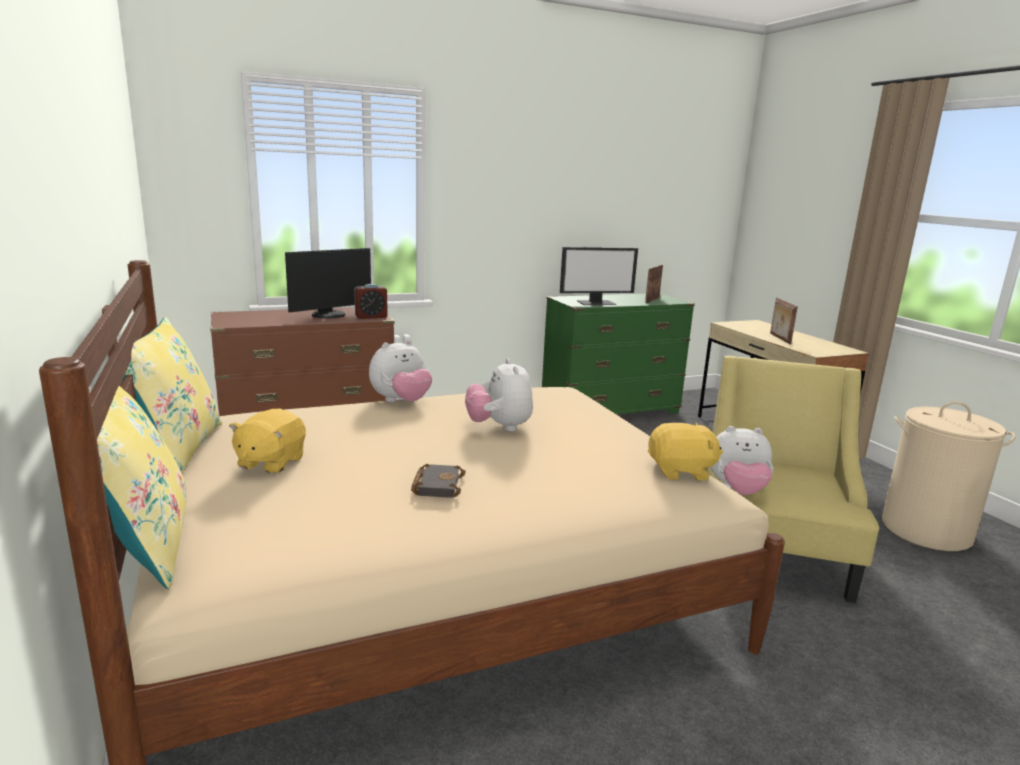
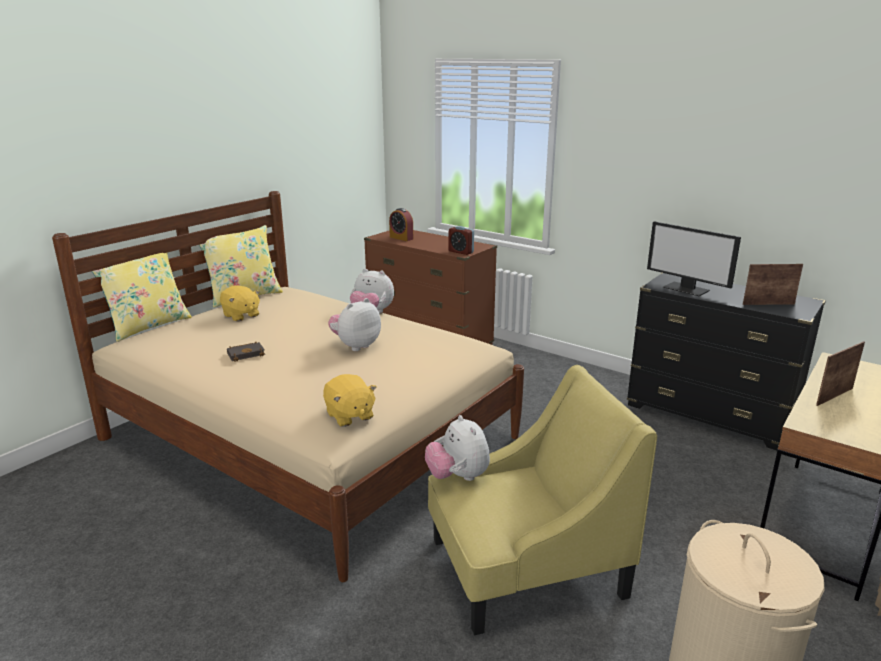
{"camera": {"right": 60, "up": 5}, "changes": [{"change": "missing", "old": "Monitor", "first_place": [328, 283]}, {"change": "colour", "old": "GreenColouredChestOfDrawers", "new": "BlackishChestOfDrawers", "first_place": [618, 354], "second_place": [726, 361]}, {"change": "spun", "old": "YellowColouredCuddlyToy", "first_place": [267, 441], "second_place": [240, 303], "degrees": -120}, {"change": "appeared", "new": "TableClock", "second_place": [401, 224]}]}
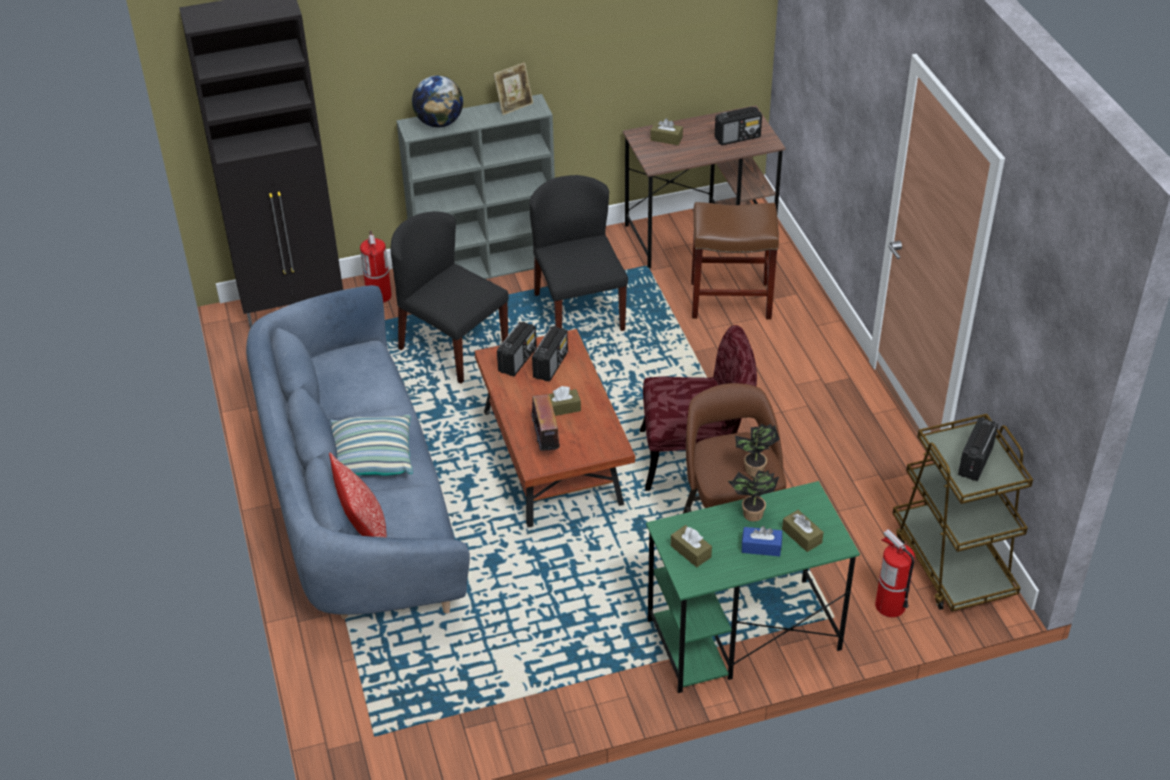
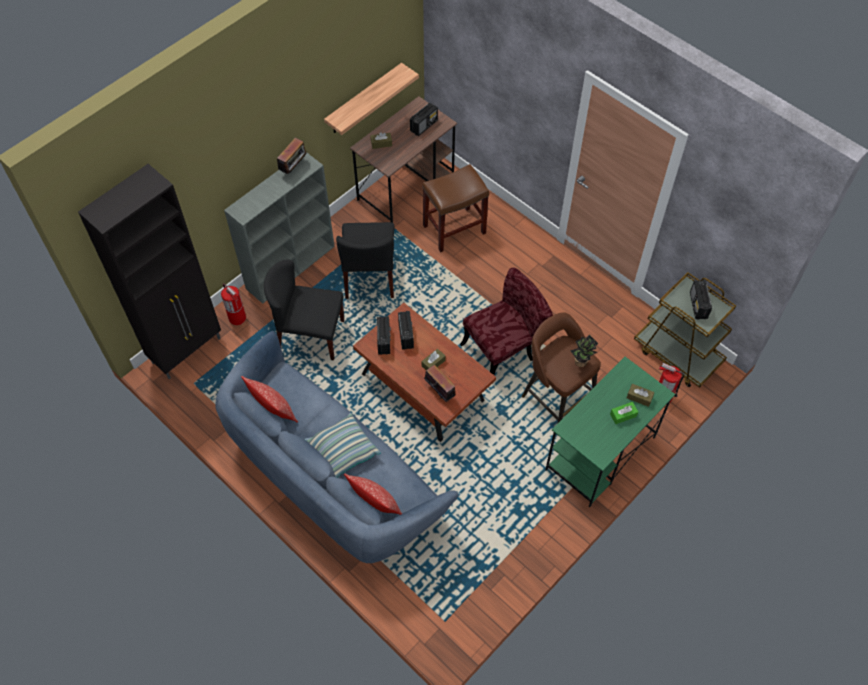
{"camera": {"right": -30, "up": 15}, "changes": [{"change": "exchanged", "old": "PhotoFrame", "new": "RadioSet", "first_place": [513, 88], "second_place": [291, 156]}, {"change": "missing", "old": "DeskGlobe", "first_place": [437, 101]}, {"change": "spun", "old": "BlackishChair", "first_place": [578, 253], "second_place": [365, 260], "degrees": -135}, {"change": "missing", "old": "PlantInAPot", "first_place": [753, 496]}, {"change": "missing", "old": "BrownTissueHolder", "first_place": [691, 546]}, {"change": "colour", "old": "BluishTissueHolder", "new": "GreenColouredTissueHolder", "first_place": [762, 541], "second_place": [624, 413]}, {"change": "appeared", "new": "BracketShelf", "second_place": [371, 99]}, {"change": "appeared", "new": "ThrowPillow", "second_place": [269, 399]}]}
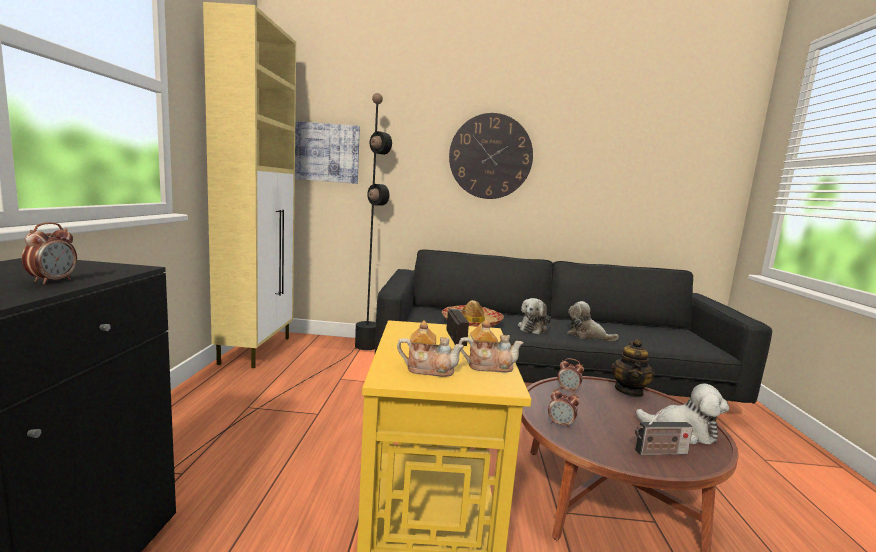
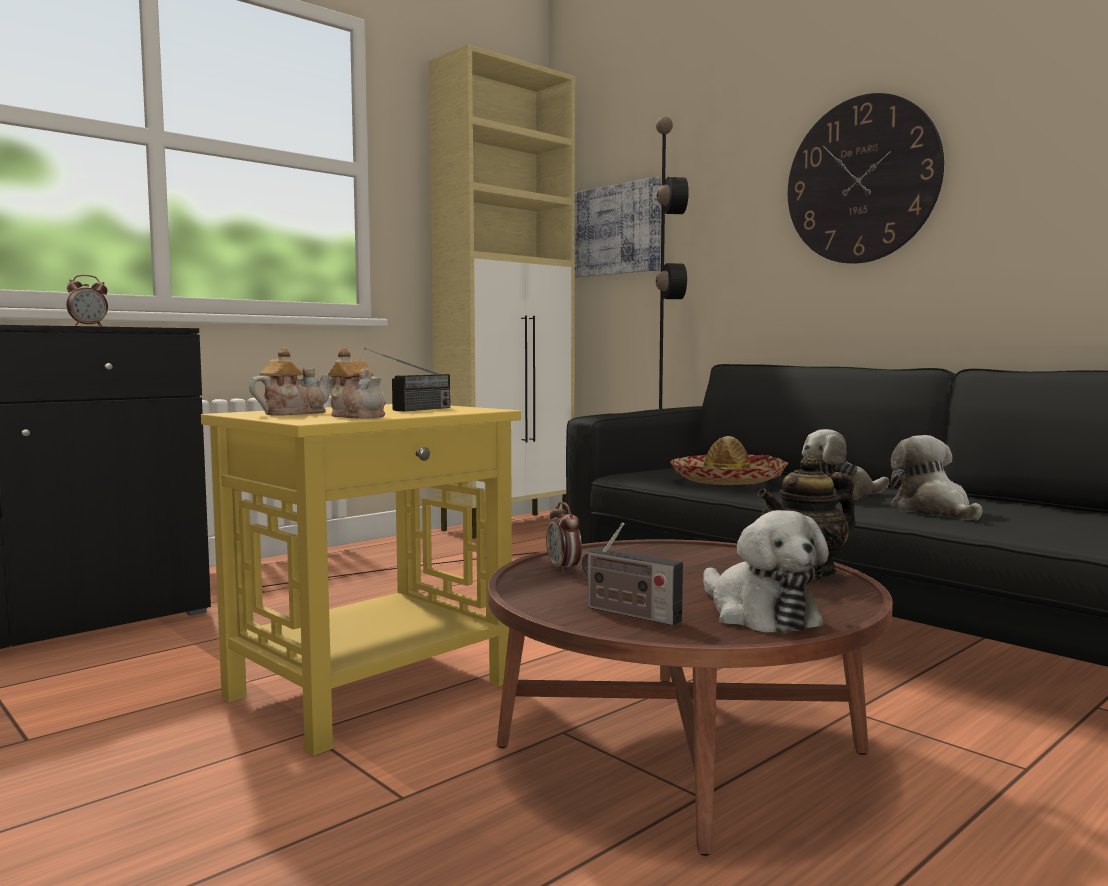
{"camera": {"right": 45, "up": -5}, "changes": [{"change": "spun", "old": "TeaPot", "first_place": [430, 348], "second_place": [289, 382], "degrees": -90}, {"change": "missing", "old": "TableClock", "first_place": [571, 375]}]}
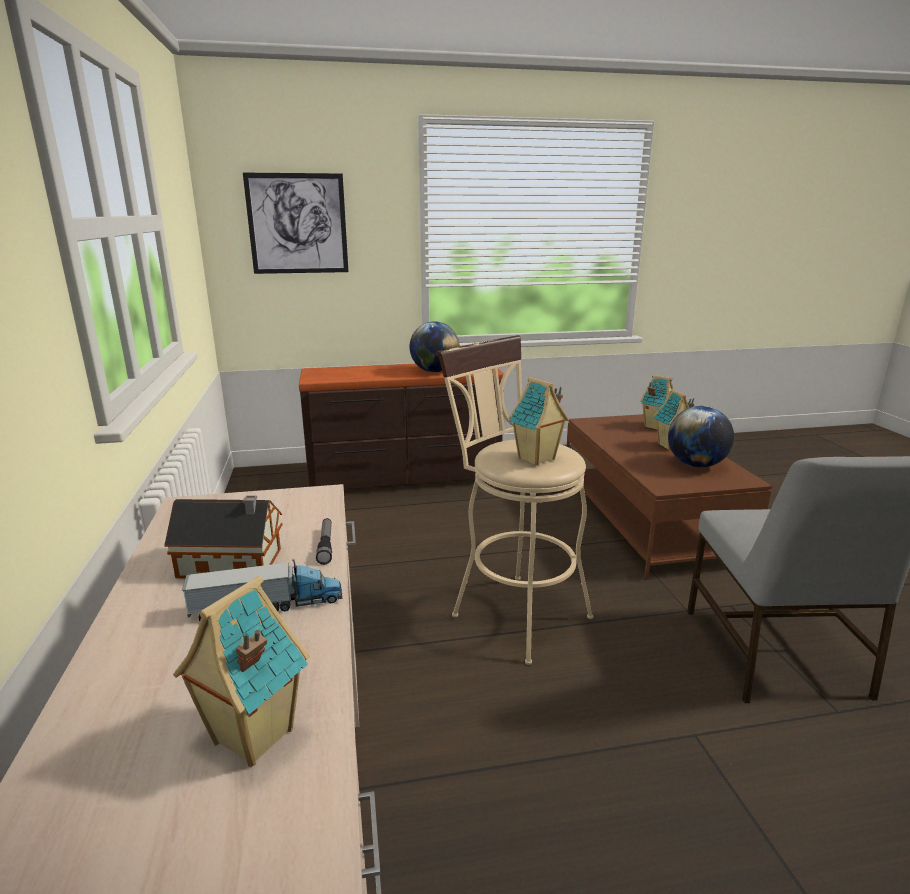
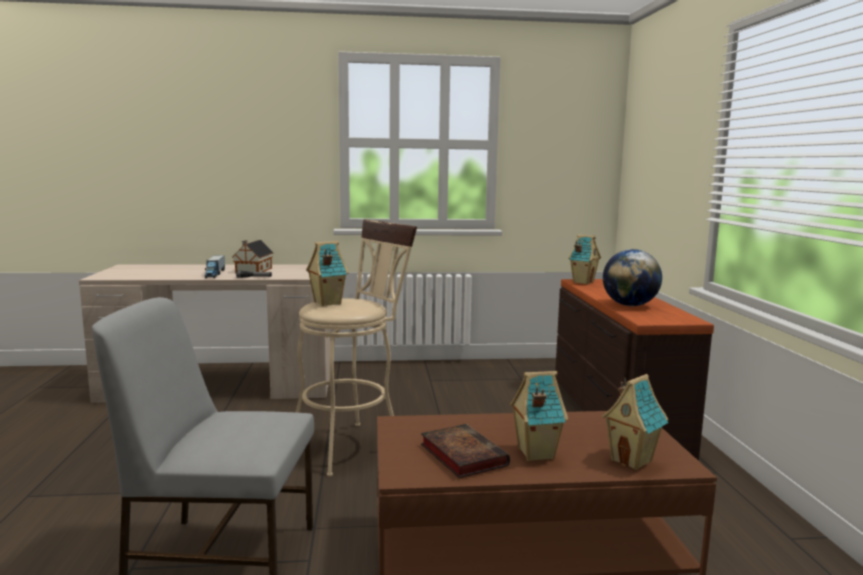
{"camera": {"right": 95, "up": -10}, "changes": [{"change": "missing", "old": "WallArt", "first_place": [296, 223]}, {"change": "exchanged", "old": "DeskGlobe", "new": "Volume", "first_place": [701, 437], "second_place": [465, 451]}, {"change": "relocated", "old": "ToyHouse", "first_place": [241, 671], "second_place": [584, 259]}]}
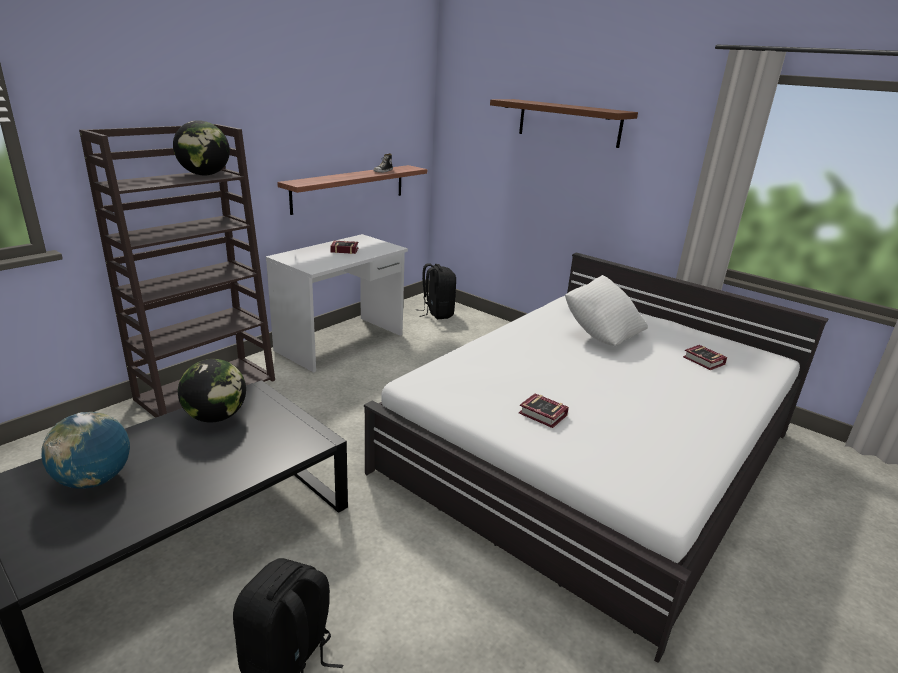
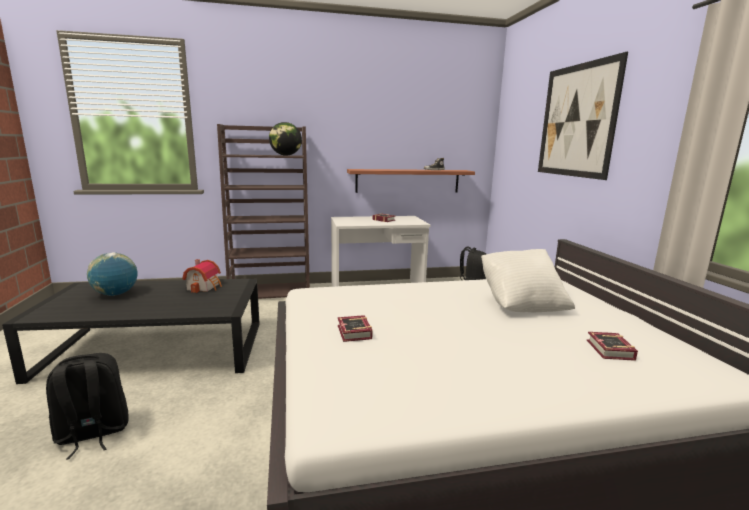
{"camera": {"right": 40, "up": -10}, "changes": [{"change": "exchanged", "old": "BrownBracketShelf", "new": "WallArt", "first_place": [564, 123], "second_place": [583, 116]}, {"change": "exchanged", "old": "DeskGlobe", "new": "ToyHouse", "first_place": [212, 391], "second_place": [202, 276]}]}
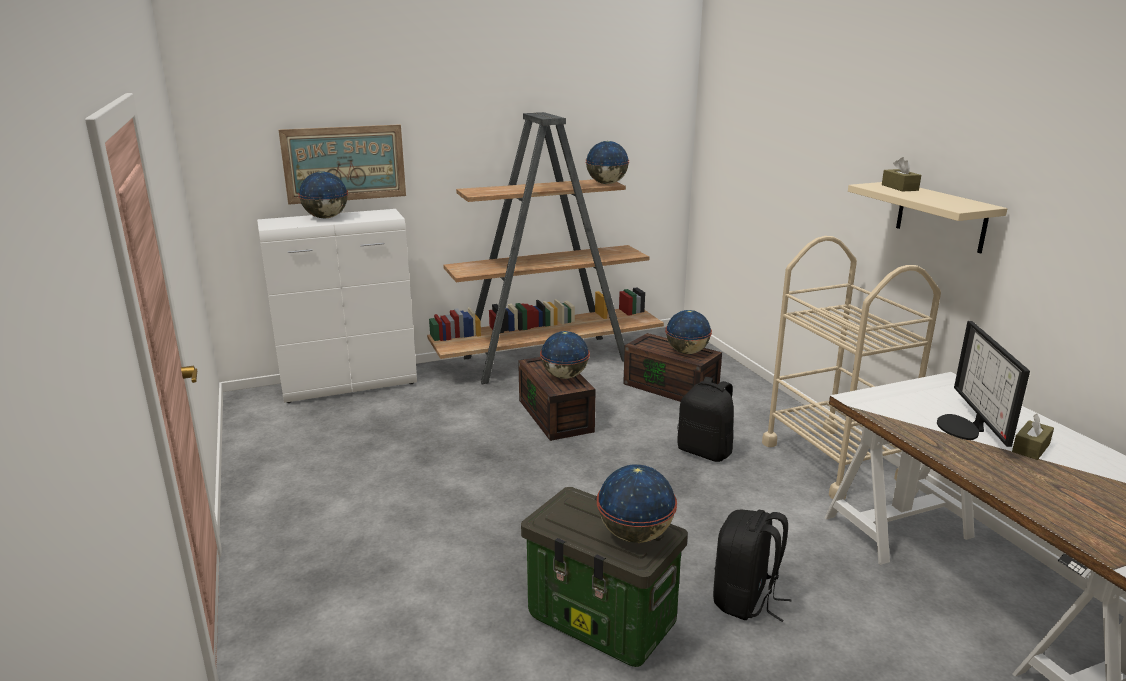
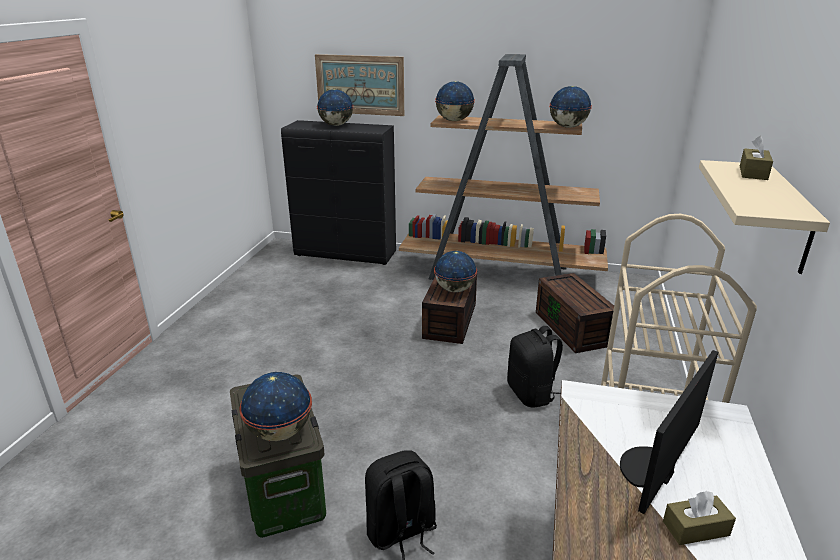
{"camera": {"right": 35, "up": 5}, "changes": [{"change": "colour", "old": "WhiteColouredStorageCabinet", "new": "BlackishStorageCabinet", "first_place": [337, 306], "second_place": [338, 192]}, {"change": "relocated", "old": "DeskGlobe", "first_place": [688, 332], "second_place": [455, 101]}]}
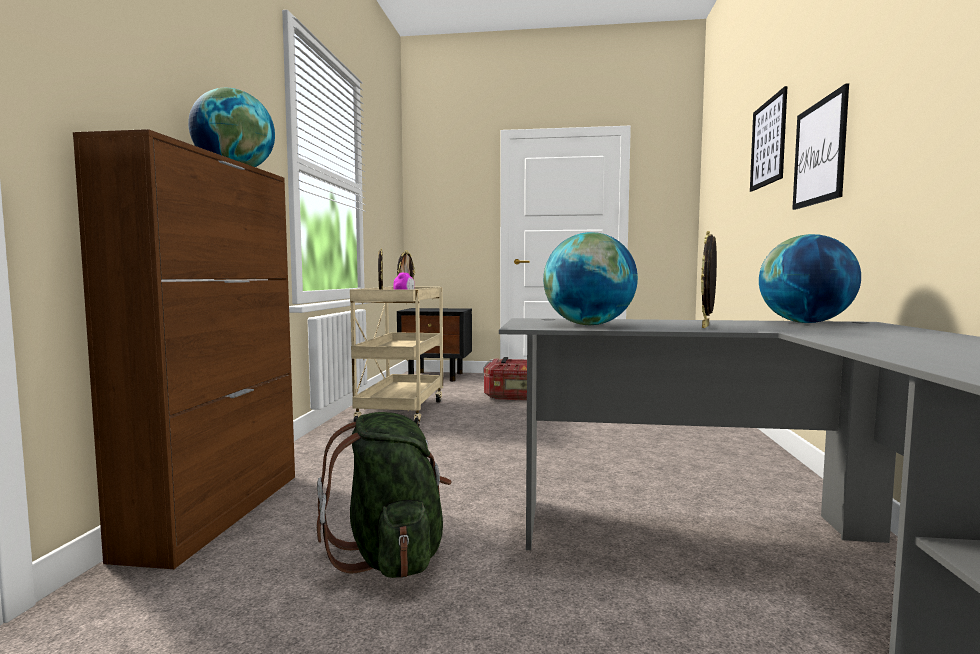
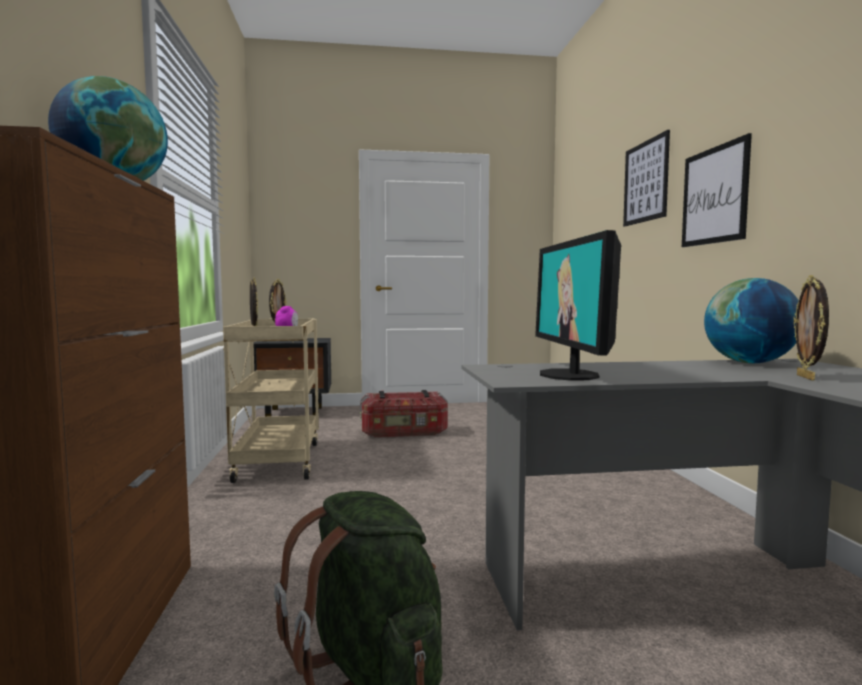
{"camera": {"right": -15, "up": 0}, "changes": [{"change": "relocated", "old": "PhotoFrame", "first_place": [709, 279], "second_place": [811, 328]}, {"change": "exchanged", "old": "DeskGlobe", "new": "Monitor", "first_place": [590, 278], "second_place": [578, 305]}]}
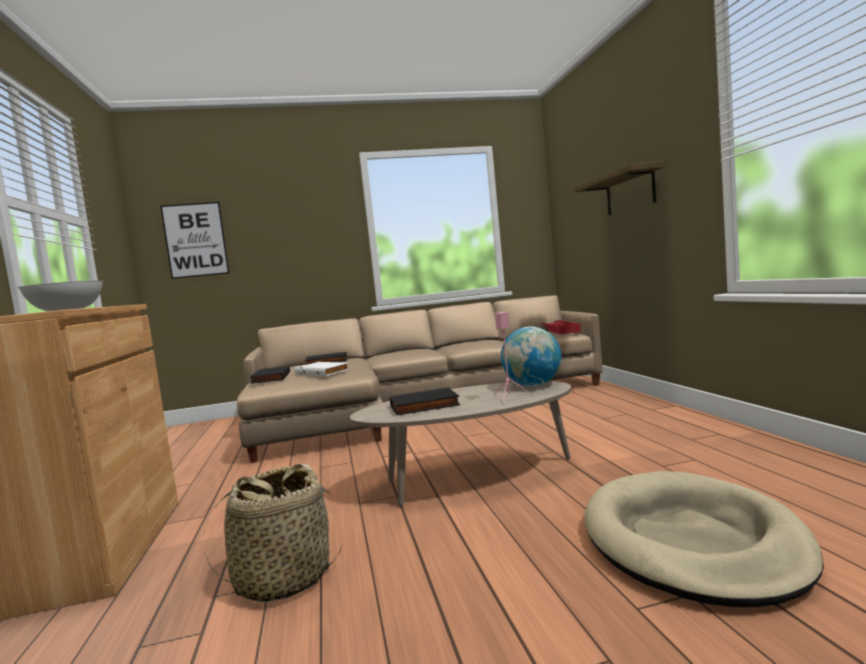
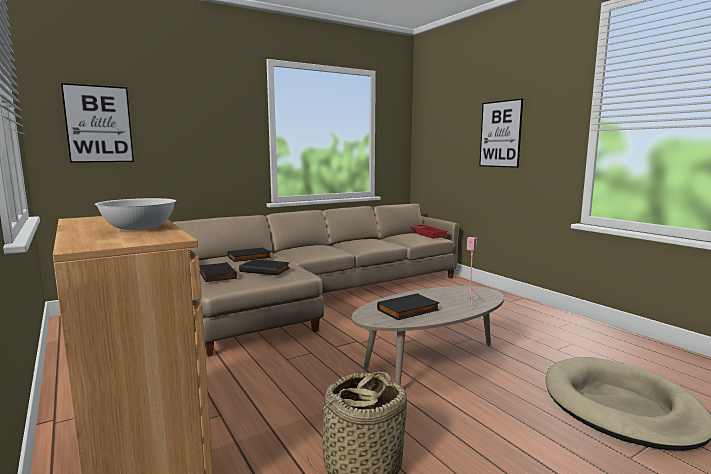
{"camera": {"right": -20, "up": 5}, "changes": [{"change": "exchanged", "old": "BracketShelf", "new": "WallArt", "first_place": [618, 188], "second_place": [501, 133]}, {"change": "missing", "old": "DeskGlobe", "first_place": [531, 356]}, {"change": "colour", "old": "WhiteColouredVolume", "new": "BlackishVolume", "first_place": [322, 369], "second_place": [264, 267]}]}
